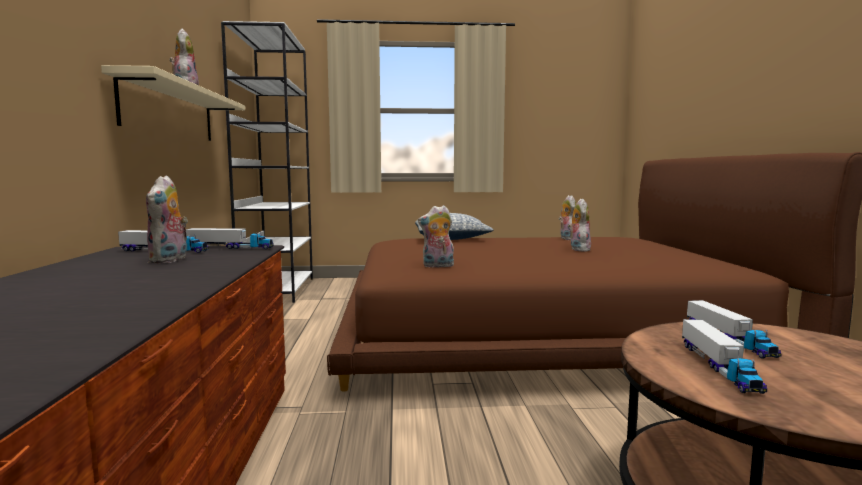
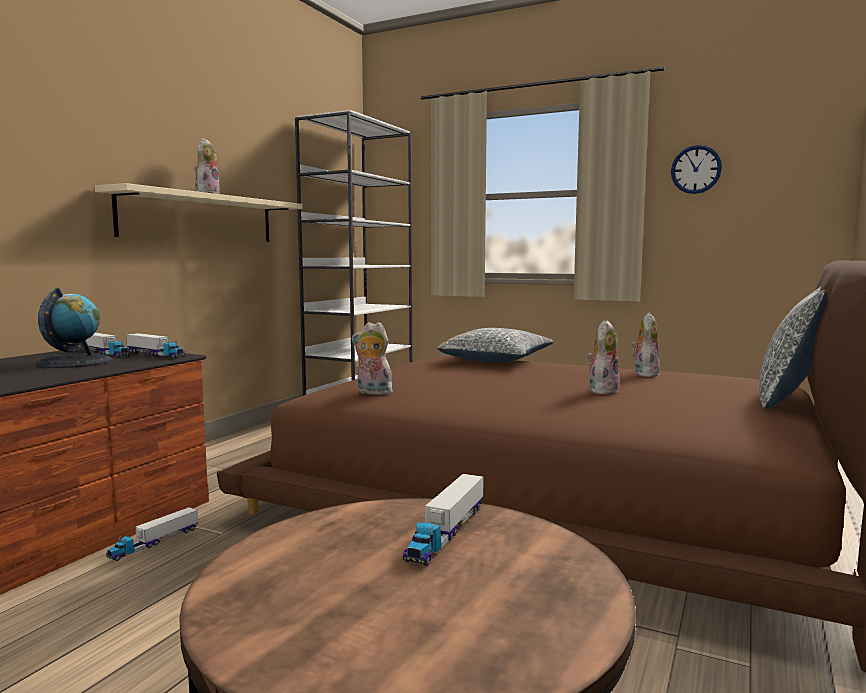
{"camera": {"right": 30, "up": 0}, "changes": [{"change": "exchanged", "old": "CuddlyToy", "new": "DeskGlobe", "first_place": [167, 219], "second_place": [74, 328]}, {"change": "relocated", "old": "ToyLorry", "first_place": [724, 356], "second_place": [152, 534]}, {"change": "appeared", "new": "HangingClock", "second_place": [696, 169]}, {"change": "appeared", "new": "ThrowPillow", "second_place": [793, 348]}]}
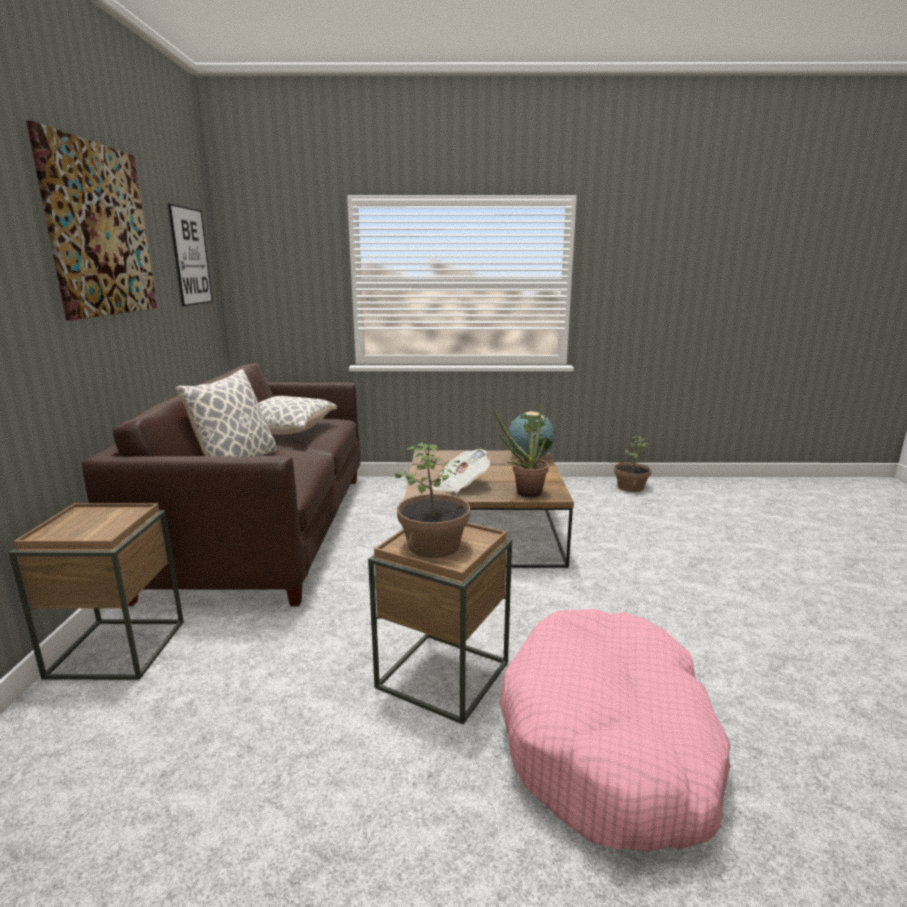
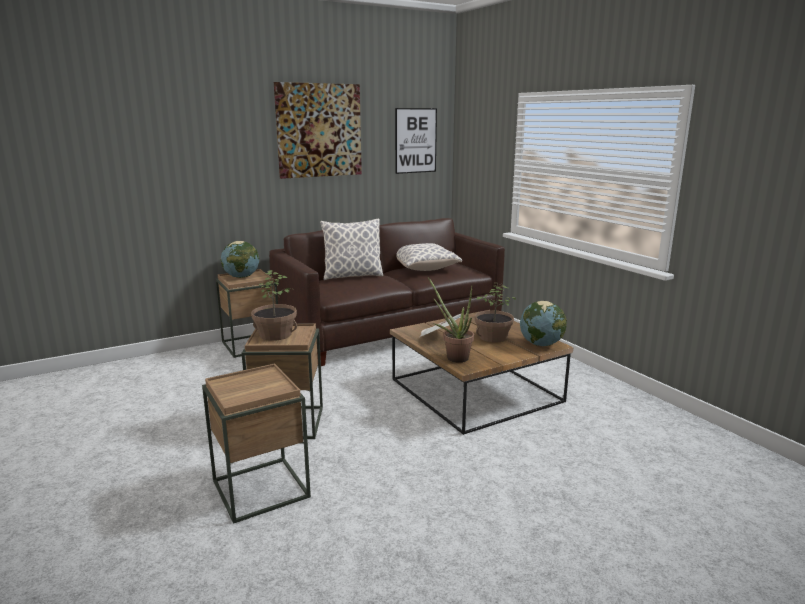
{"camera": {"right": 60, "up": 0}, "changes": [{"change": "relocated", "old": "PlantInAPot", "first_place": [632, 464], "second_place": [495, 313]}, {"change": "exchanged", "old": "PinkishDogCushion", "new": "BrownAccentTable", "first_place": [615, 730], "second_place": [256, 443]}, {"change": "appeared", "new": "DeskGlobe", "second_place": [240, 259]}]}
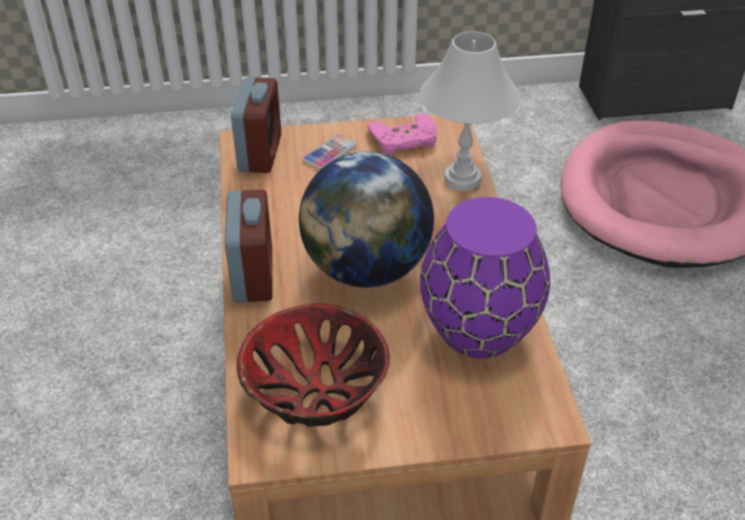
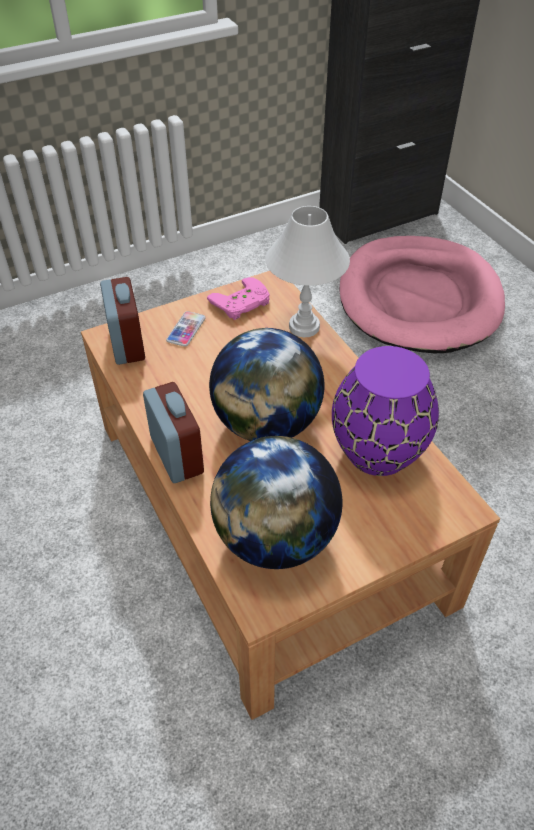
{"camera": {"right": -20, "up": 5}, "changes": [{"change": "exchanged", "old": "Bowl", "new": "DeskGlobe", "first_place": [313, 365], "second_place": [276, 502]}]}
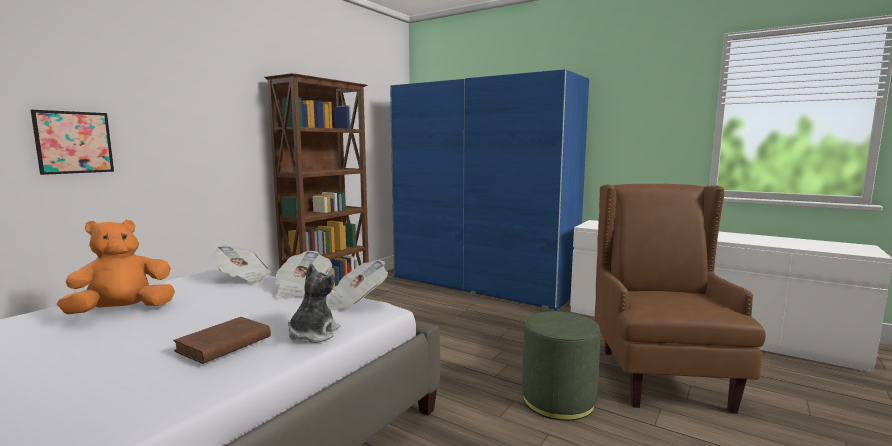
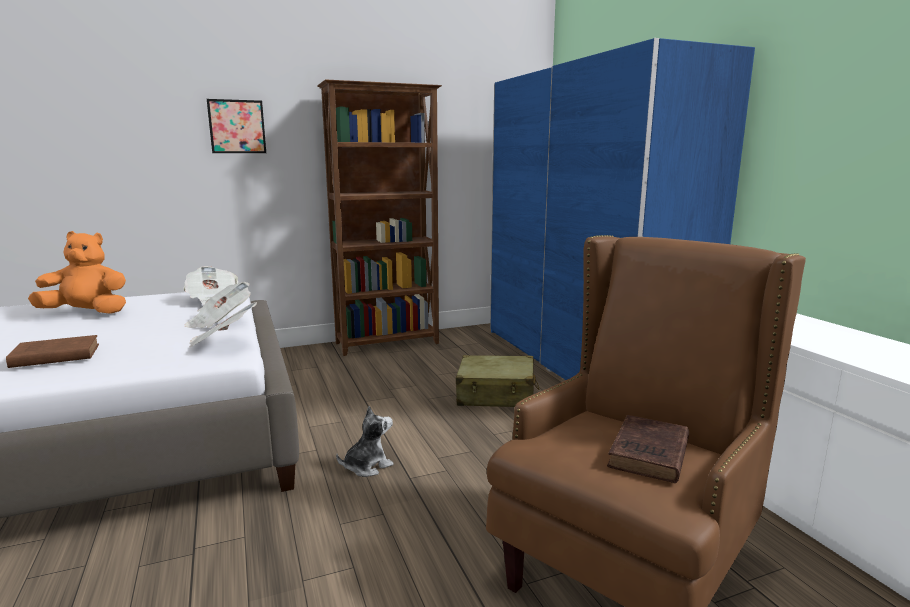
{"camera": {"right": 35, "up": 5}, "changes": [{"change": "relocated", "old": "WallArt", "first_place": [72, 142], "second_place": [236, 126]}, {"change": "relocated", "old": "CuddlyToy", "first_place": [314, 303], "second_place": [365, 441]}, {"change": "missing", "old": "GreenColouredPouffe", "first_place": [561, 366]}, {"change": "appeared", "new": "BeigeTravelCase", "second_place": [498, 381]}, {"change": "appeared", "new": "BrownVolume", "second_place": [648, 449]}]}
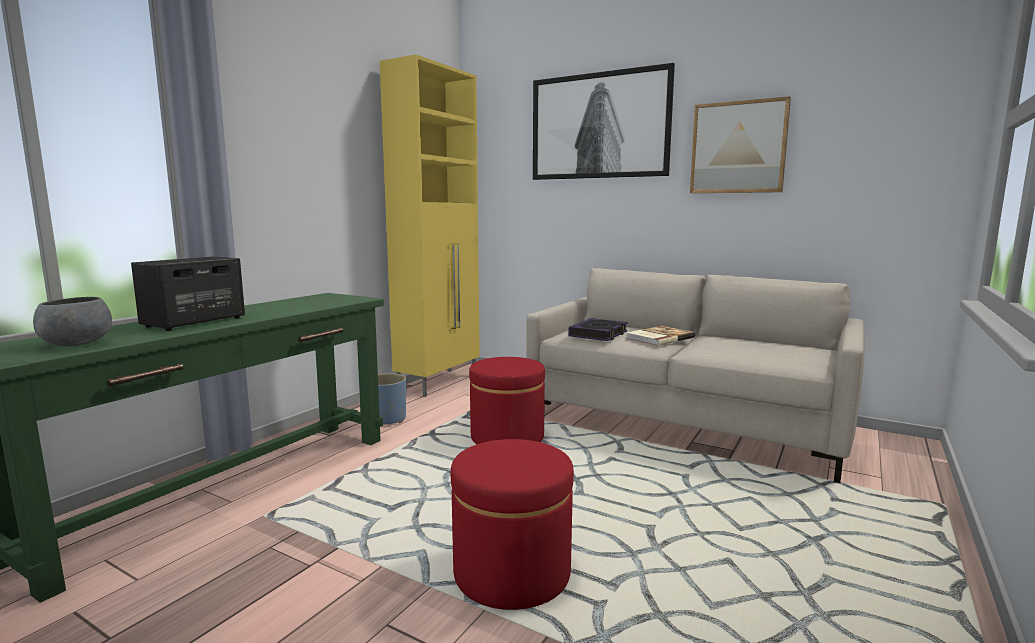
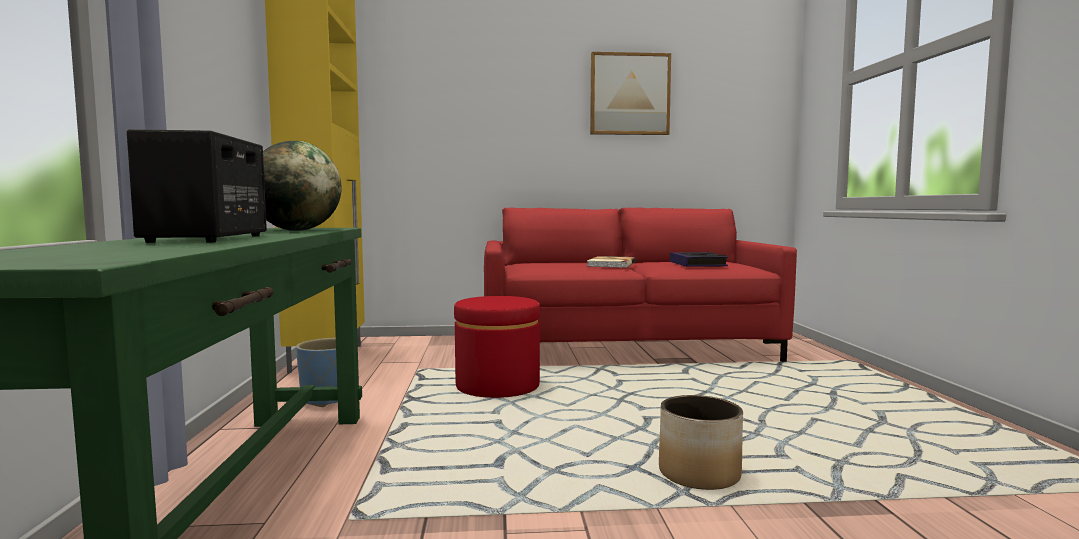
{"camera": {"right": -35, "up": -5}, "changes": [{"change": "missing", "old": "WallArt", "first_place": [604, 121]}, {"change": "colour", "old": "BeigeCouch", "new": "RedCouch", "first_place": [695, 375], "second_place": [640, 284]}, {"change": "missing", "old": "GrayBowl", "first_place": [72, 321]}, {"change": "relocated", "old": "Volume", "first_place": [598, 329], "second_place": [699, 259]}, {"change": "exchanged", "old": "RedPouffe", "new": "Planter", "first_place": [512, 524], "second_place": [701, 442]}, {"change": "appeared", "new": "DeskGlobe", "second_place": [302, 186]}]}
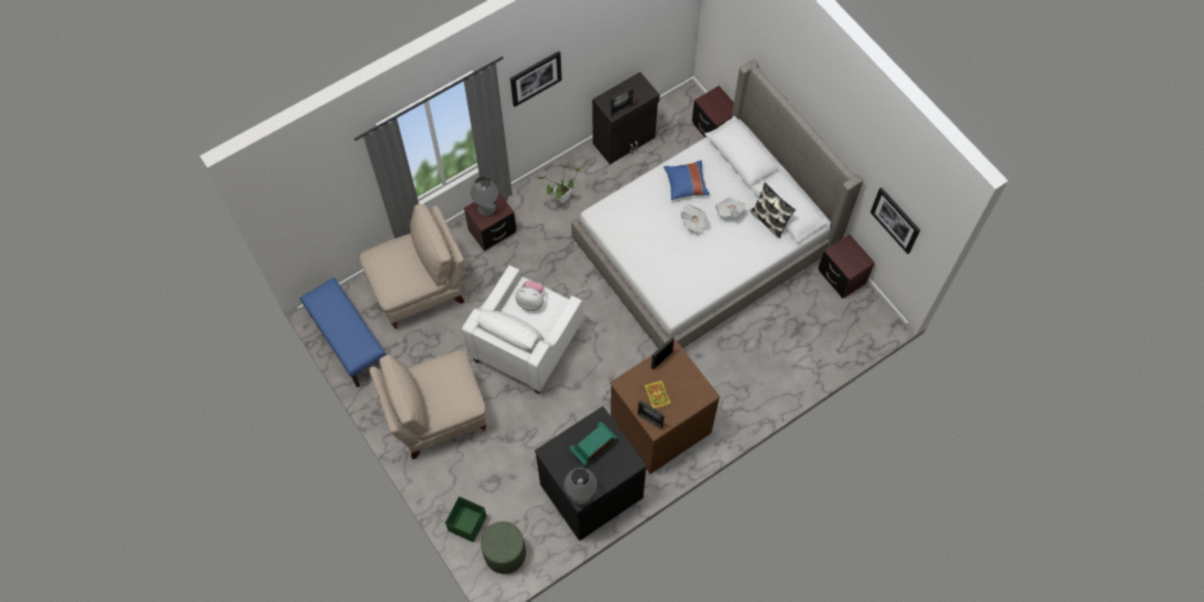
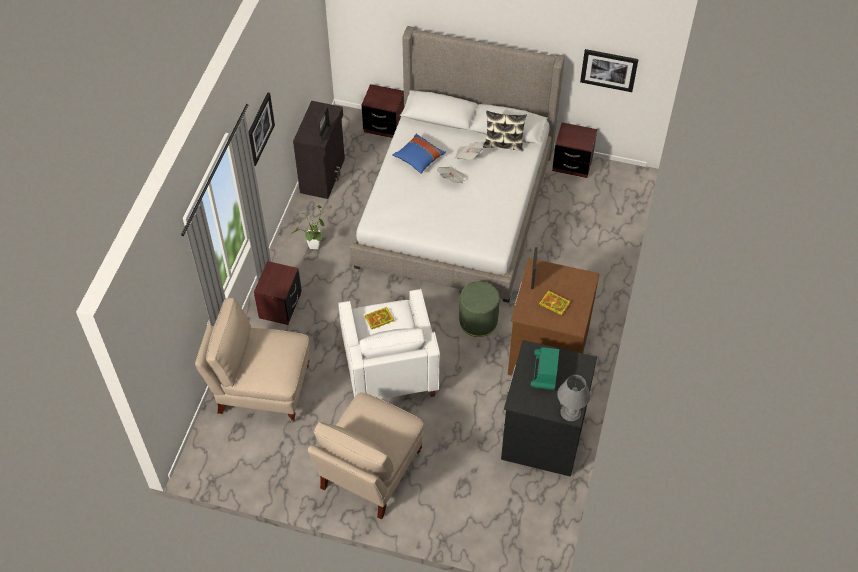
{"camera": {"right": -40, "up": -10}, "changes": [{"change": "missing", "old": "GrayTableLamp", "first_place": [484, 196]}, {"change": "spun", "old": "BeigeChair", "first_place": [412, 266], "second_place": [252, 360], "degrees": -105}, {"change": "missing", "old": "BluishLongSeat", "first_place": [343, 333]}, {"change": "exchanged", "old": "CuddlyToy", "new": "Volume", "first_place": [529, 295], "second_place": [379, 318]}, {"change": "missing", "old": "PhotoFrame", "first_place": [651, 414]}, {"change": "missing", "old": "GreenColouredStorageBox", "first_place": [466, 519]}, {"change": "relocated", "old": "GreenColouredPouffe", "first_place": [503, 547], "second_place": [479, 309]}]}
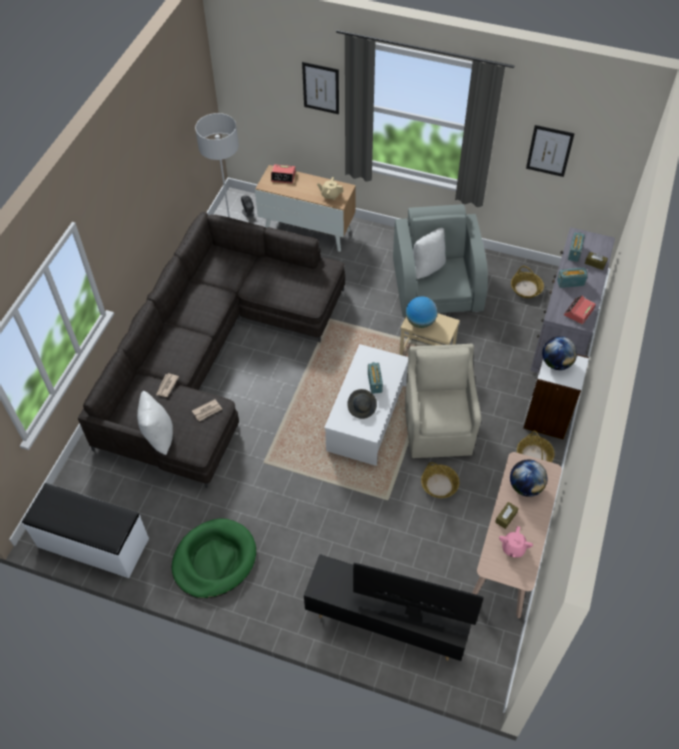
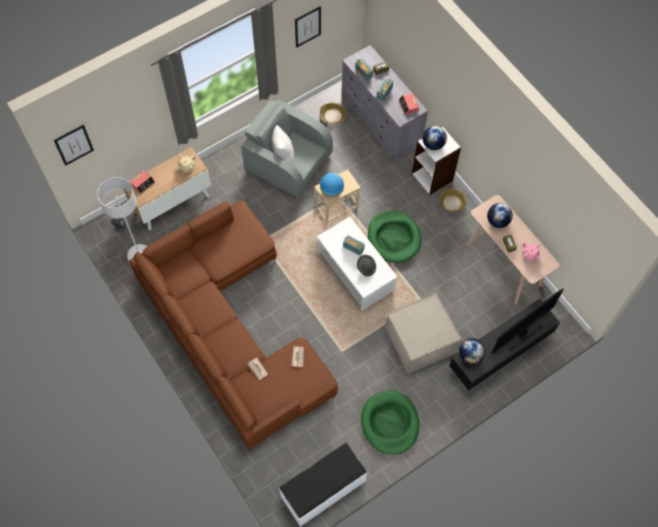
{"camera": {"right": -55, "up": 10}, "changes": [{"change": "relocated", "old": "WallArt", "first_place": [320, 88], "second_place": [74, 145]}, {"change": "colour", "old": "GrayCouch", "new": "BrownCouch", "first_place": [211, 350], "second_place": [233, 325]}, {"change": "exchanged", "old": "BeigeArmchair", "new": "GreenColouredDogCushion", "first_place": [443, 401], "second_place": [394, 236]}, {"change": "missing", "old": "WhiteColouredThrowPillow", "first_place": [155, 423]}, {"change": "missing", "old": "StorageBasket", "first_place": [440, 480]}, {"change": "appeared", "new": "BeigePouffe", "second_place": [423, 333]}, {"change": "appeared", "new": "DeskGlobe", "second_place": [472, 351]}]}
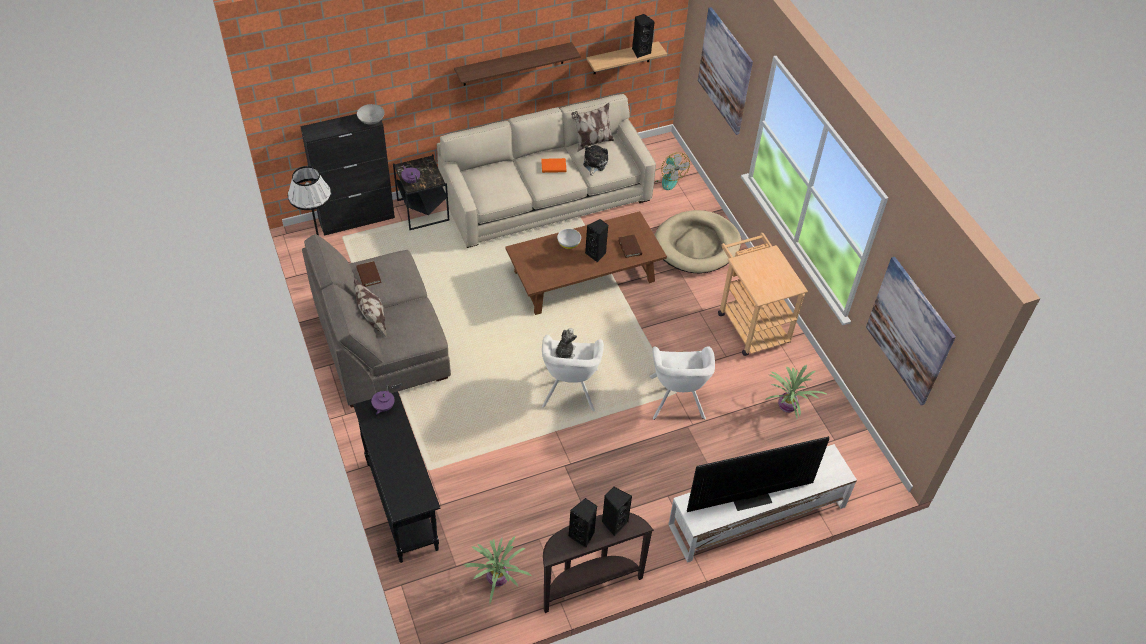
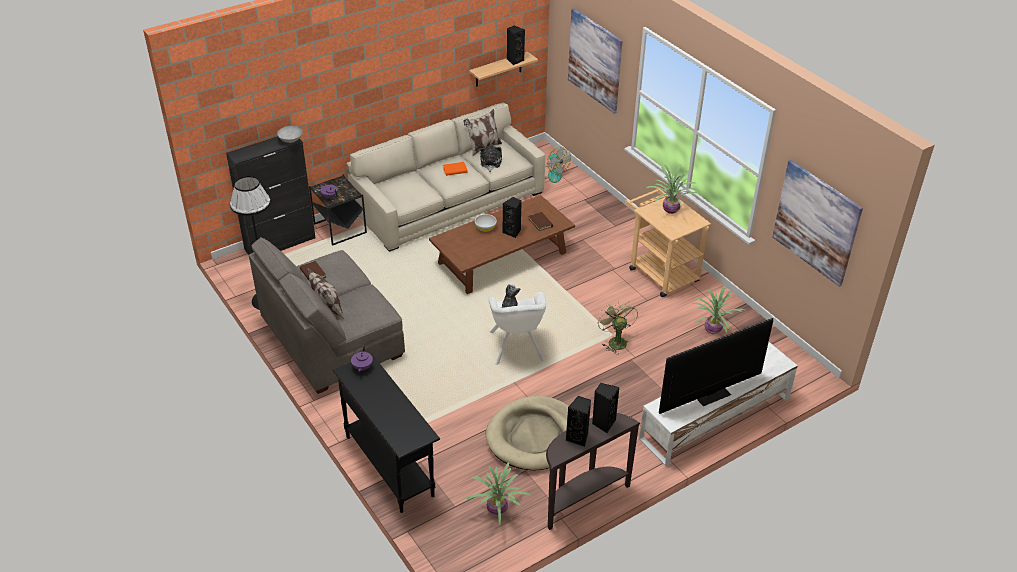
{"camera": {"right": -10, "up": -10}, "changes": [{"change": "missing", "old": "BracketShelf", "first_place": [517, 64]}, {"change": "relocated", "old": "BeigeDogCushion", "first_place": [698, 241], "second_place": [527, 433]}, {"change": "exchanged", "old": "WhiteColouredArmchair", "new": "GreenColouredFan", "first_place": [682, 383], "second_place": [617, 327]}, {"change": "appeared", "new": "PlantInAPot", "second_place": [672, 189]}]}
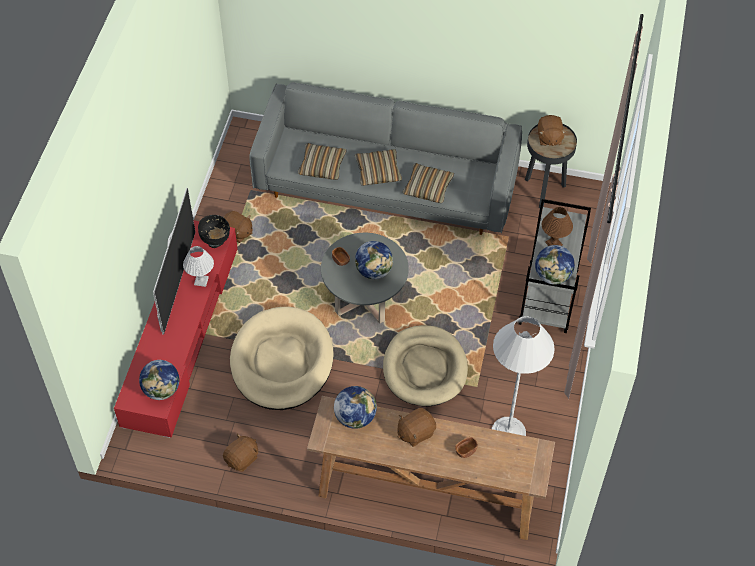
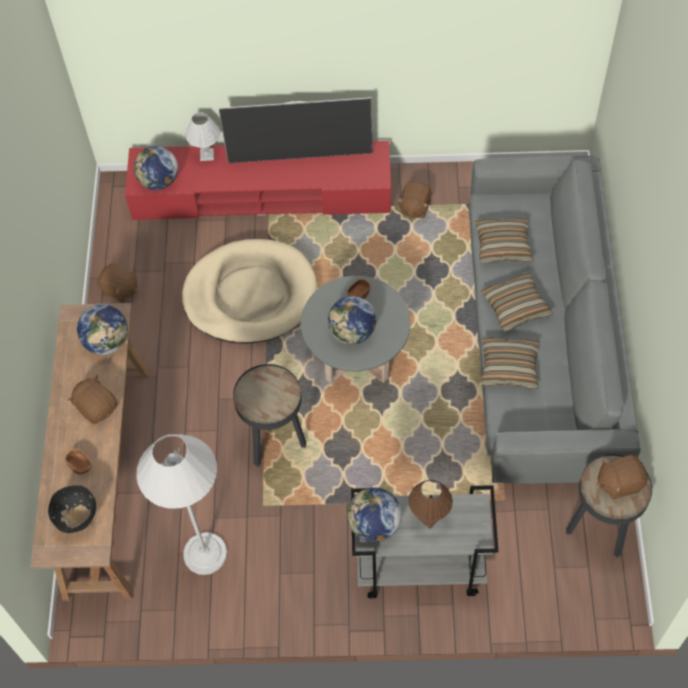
{"camera": {"right": 80, "up": 5}, "changes": [{"change": "relocated", "old": "BlackishBowl", "first_place": [214, 231], "second_place": [72, 509]}, {"change": "relocated", "old": "WhiteColouredTableLamp", "first_place": [198, 266], "second_place": [202, 136]}, {"change": "exchanged", "old": "BeigeDogCushion", "new": "BlackishAccentTable", "first_place": [425, 366], "second_place": [269, 415]}]}
